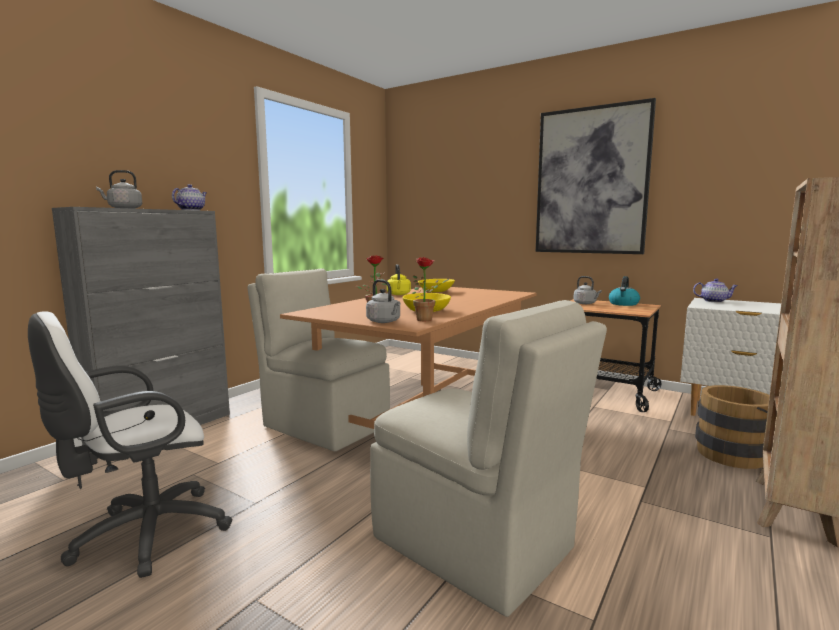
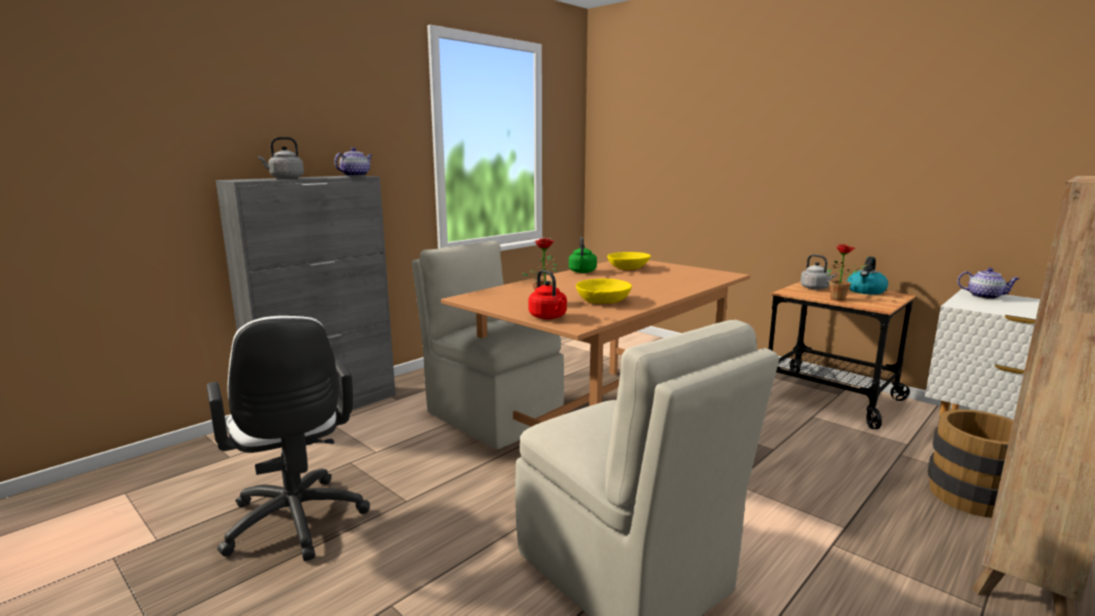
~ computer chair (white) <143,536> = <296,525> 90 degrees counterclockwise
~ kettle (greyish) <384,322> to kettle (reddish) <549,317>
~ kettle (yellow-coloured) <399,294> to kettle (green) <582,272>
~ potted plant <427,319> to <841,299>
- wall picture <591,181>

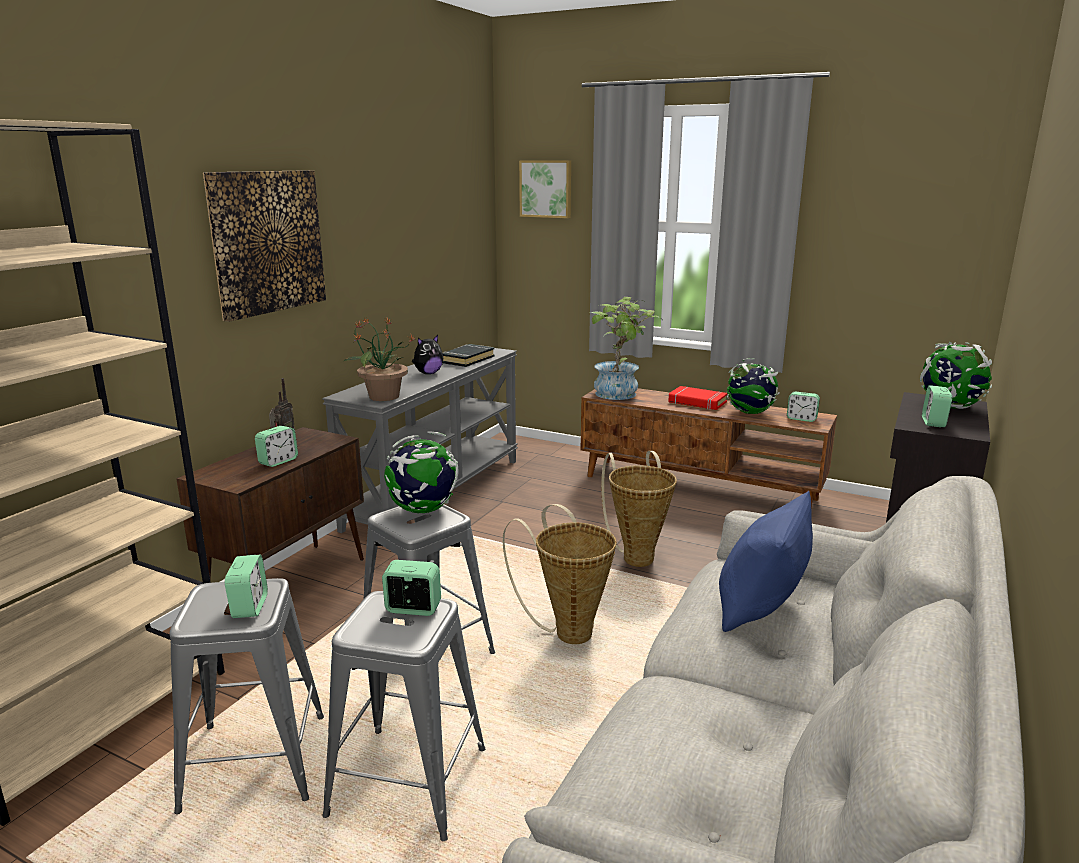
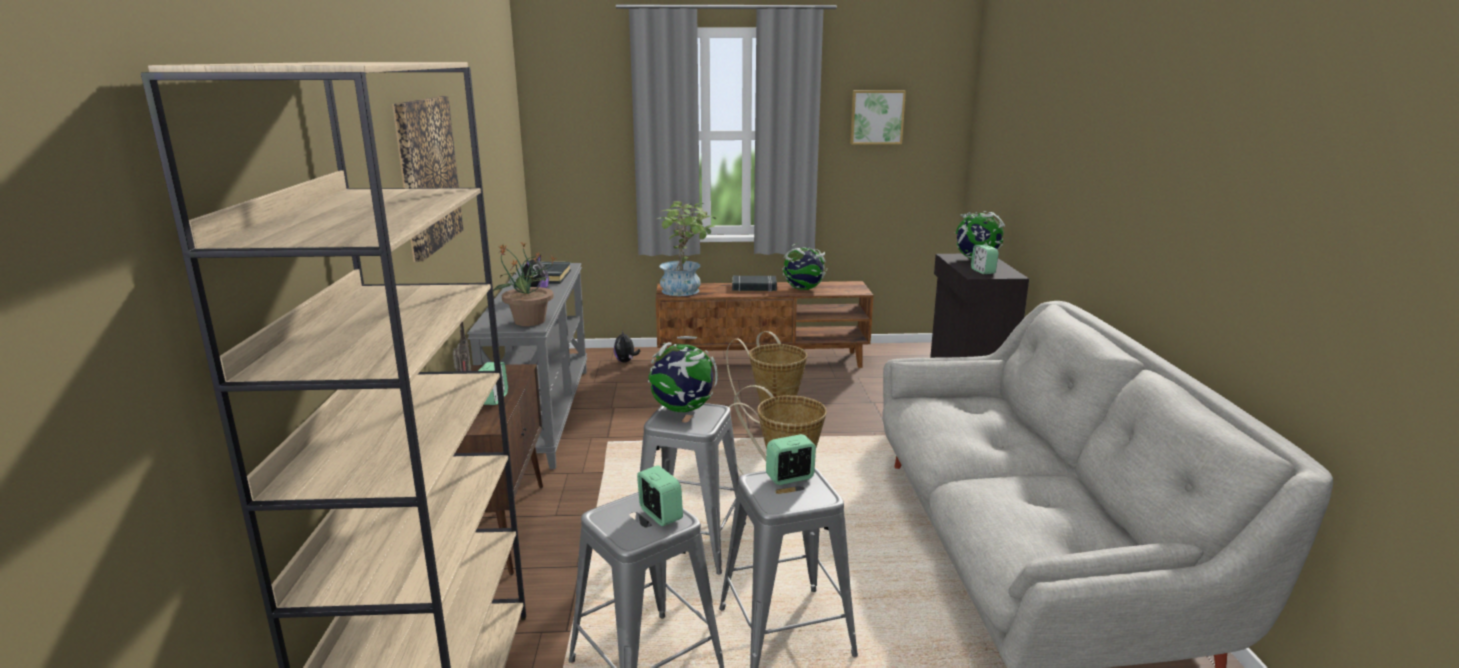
~ wall picture <546,189> to <876,117>
~ bound book (reddish) <697,402> to bound book (blackish) <754,287>
- pillow (bluish) <760,607>
- table clock <801,419>
+ soft toy <626,361>

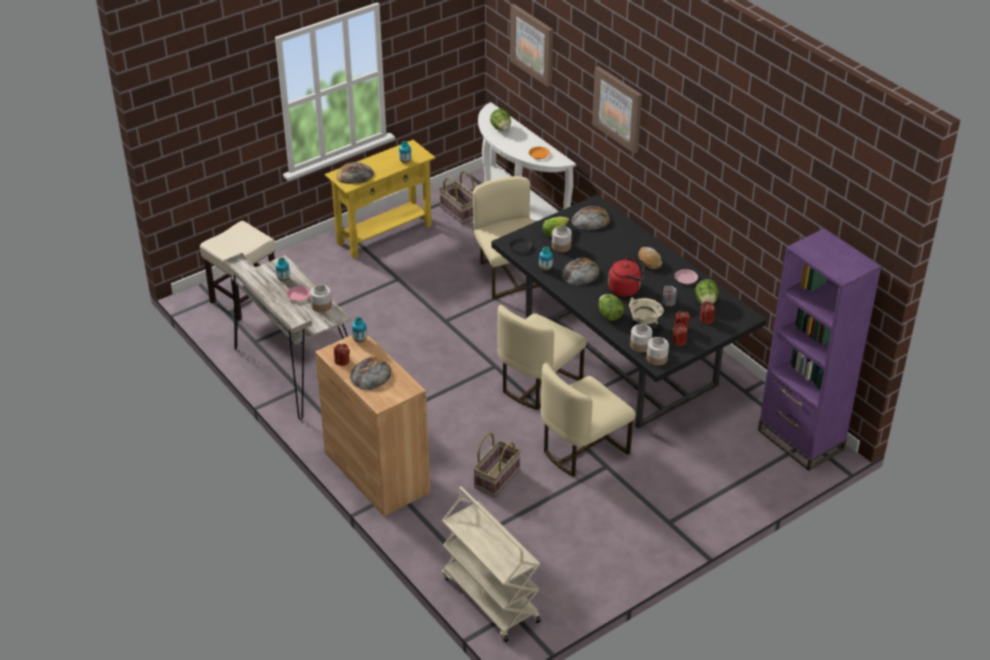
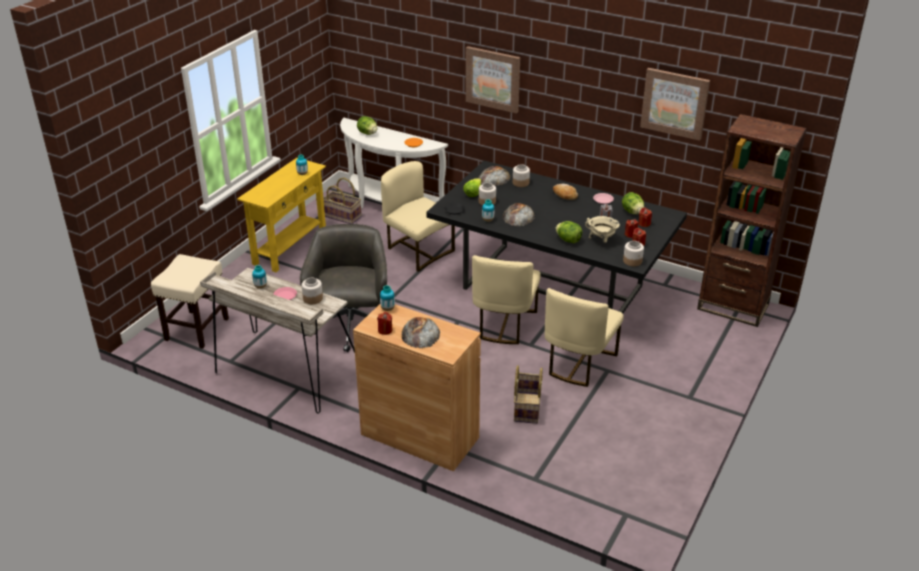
- bakery bread <354,175>
- wheeled cart (beige) <489,599>
~ wall picture <533,44> to <675,103>
- kettle (reddish) <626,289>
~ jar <640,345> to <520,183>
~ bookshelf (purple-coloured) <800,440> to bookshelf (brown) <733,307>
+ computer chair (greyish) <350,327>

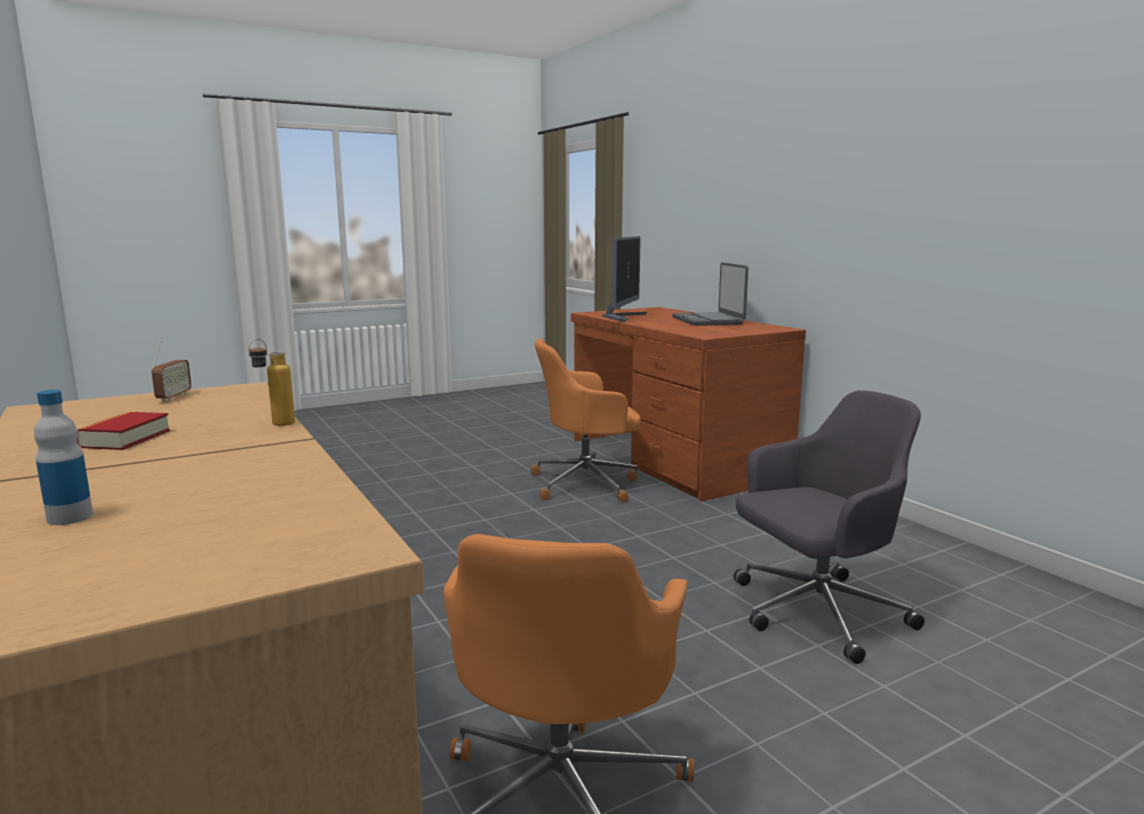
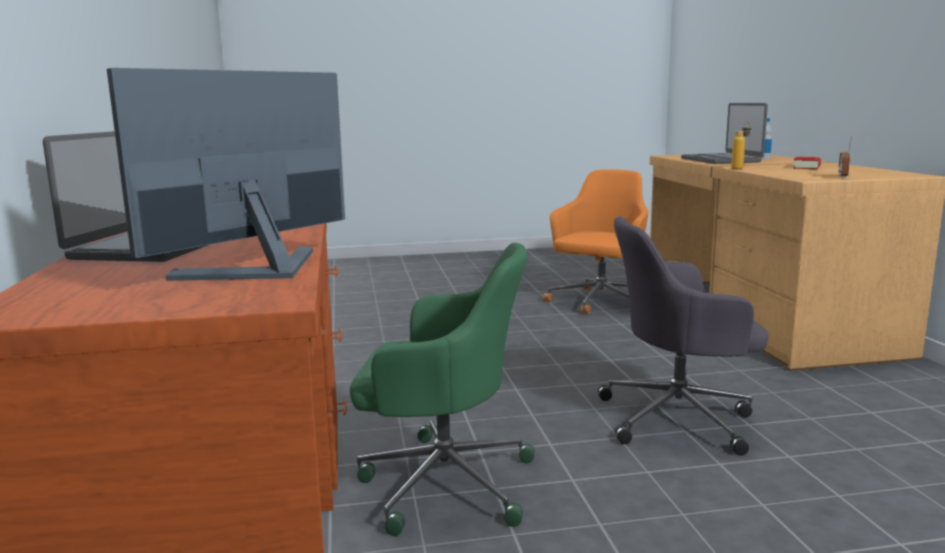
~ computer chair (orangey) <587,483> to computer chair (green) <442,482>
~ computer chair (greyish) <815,613> to <679,418>
+ notebook computer <721,160>

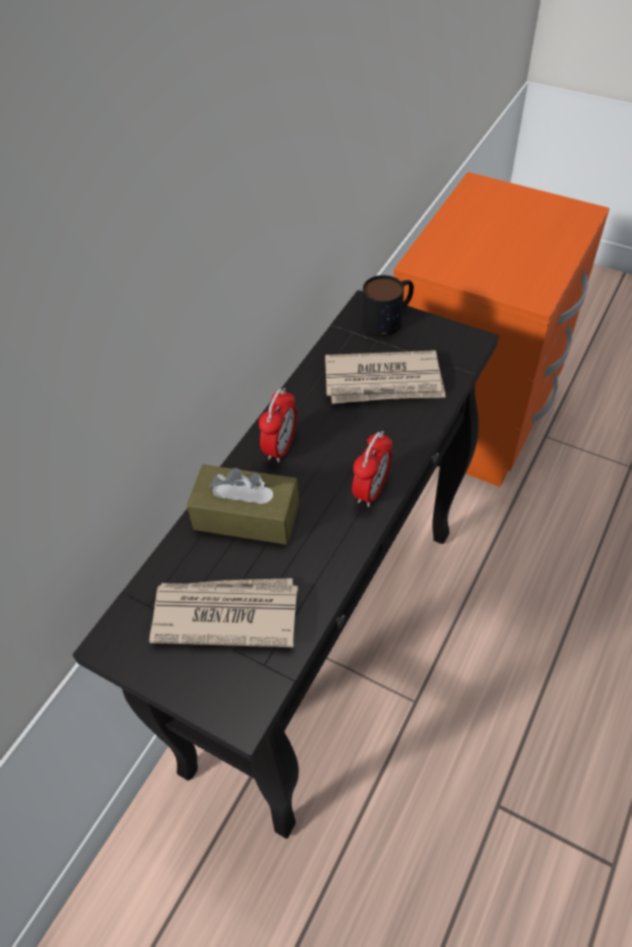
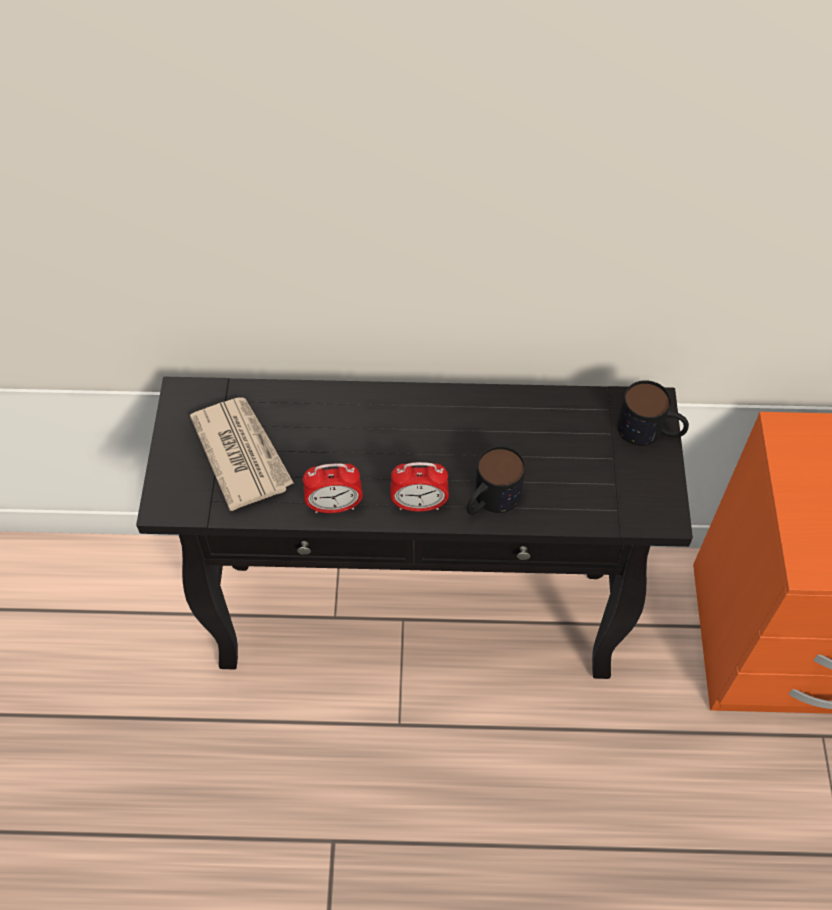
- tissue holder (brown) <246,516>
~ table clock <280,447> to <334,506>
- printed paper <384,382>
+ coffee mug <490,500>

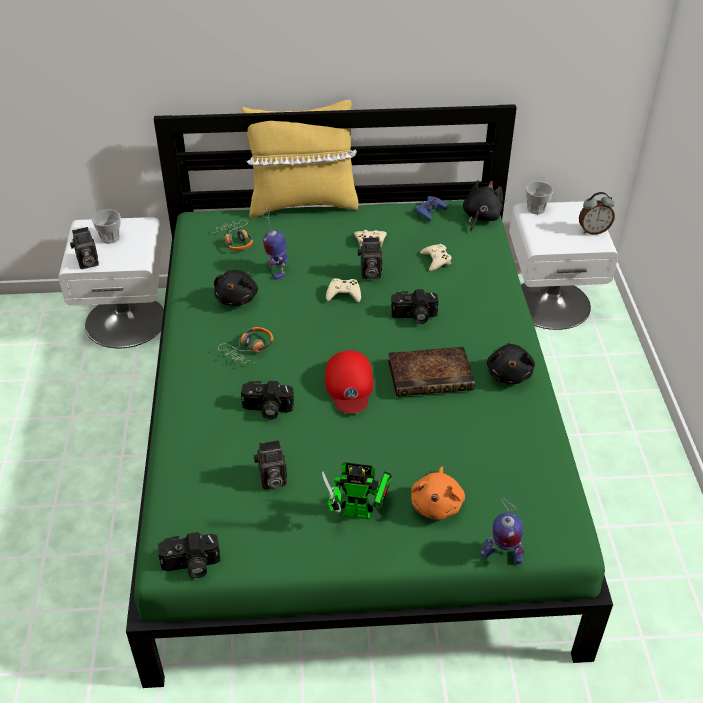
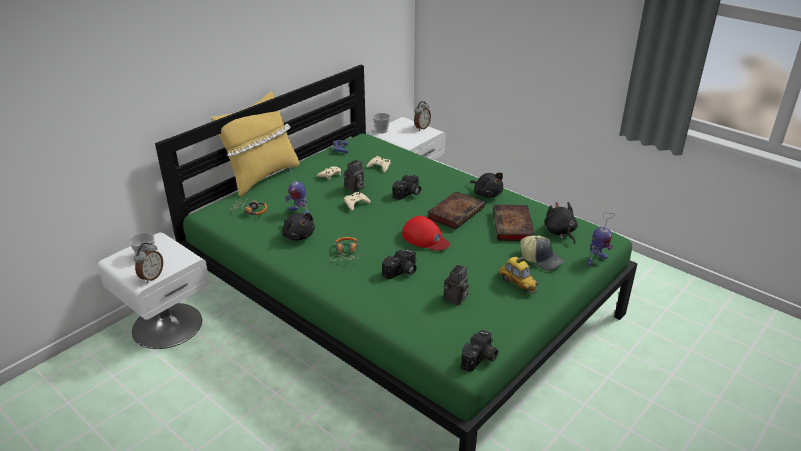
~ photo camera <87,263> to table clock <151,277>
~ model robot <361,513> to miniature car <517,284>
~ soft toy (orangey) <437,504> to baseball cap <541,259>
~ soft toy (blackish) <480,217> to <560,232>
+ bound book <513,227>

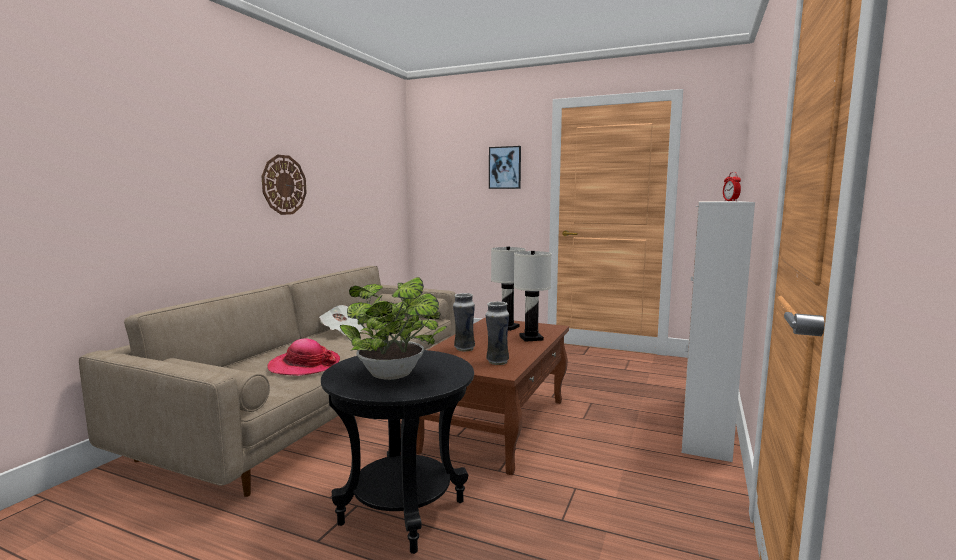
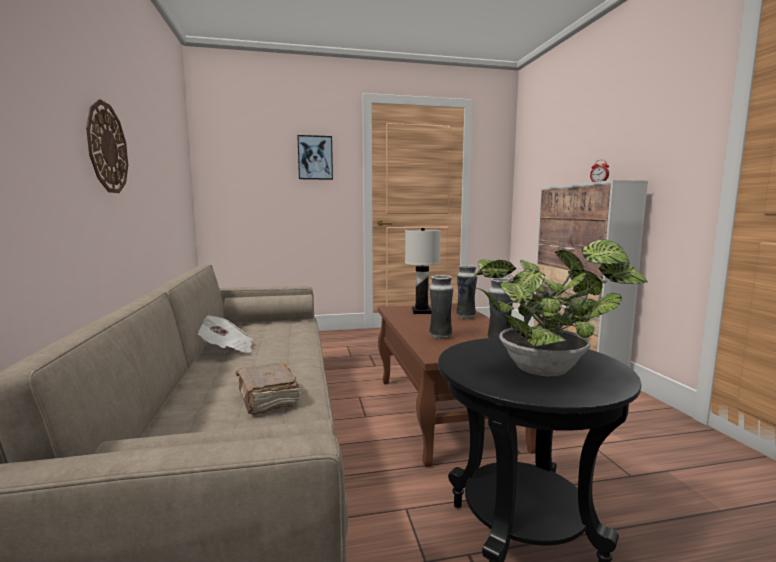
~ clothing hat <304,365> to bound book (brown) <267,399>
~ lamp for a table (white) <531,338> to vase <465,317>

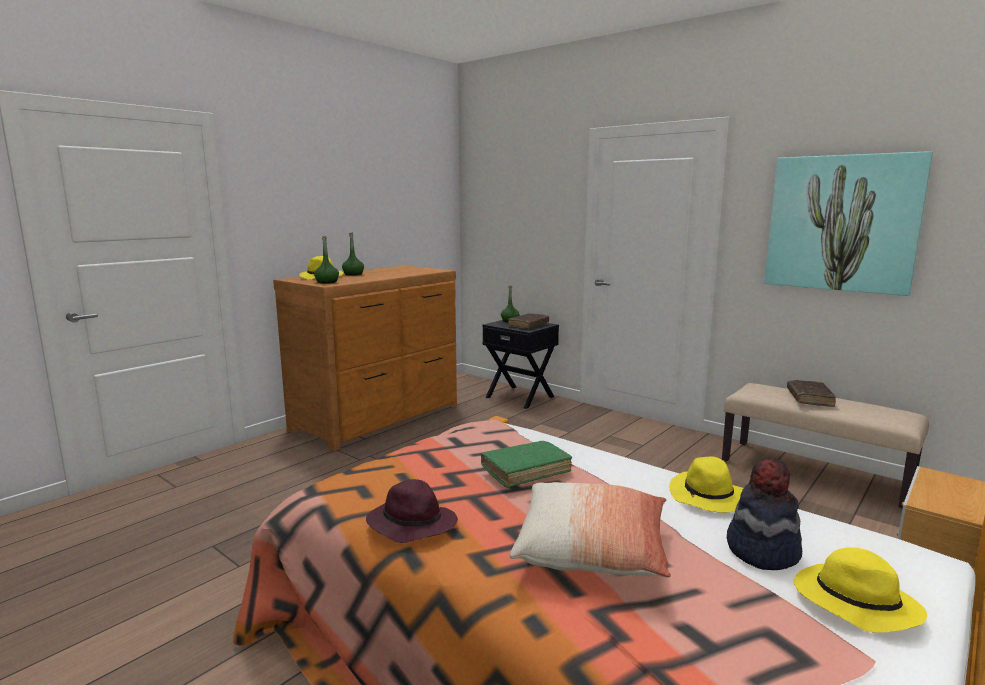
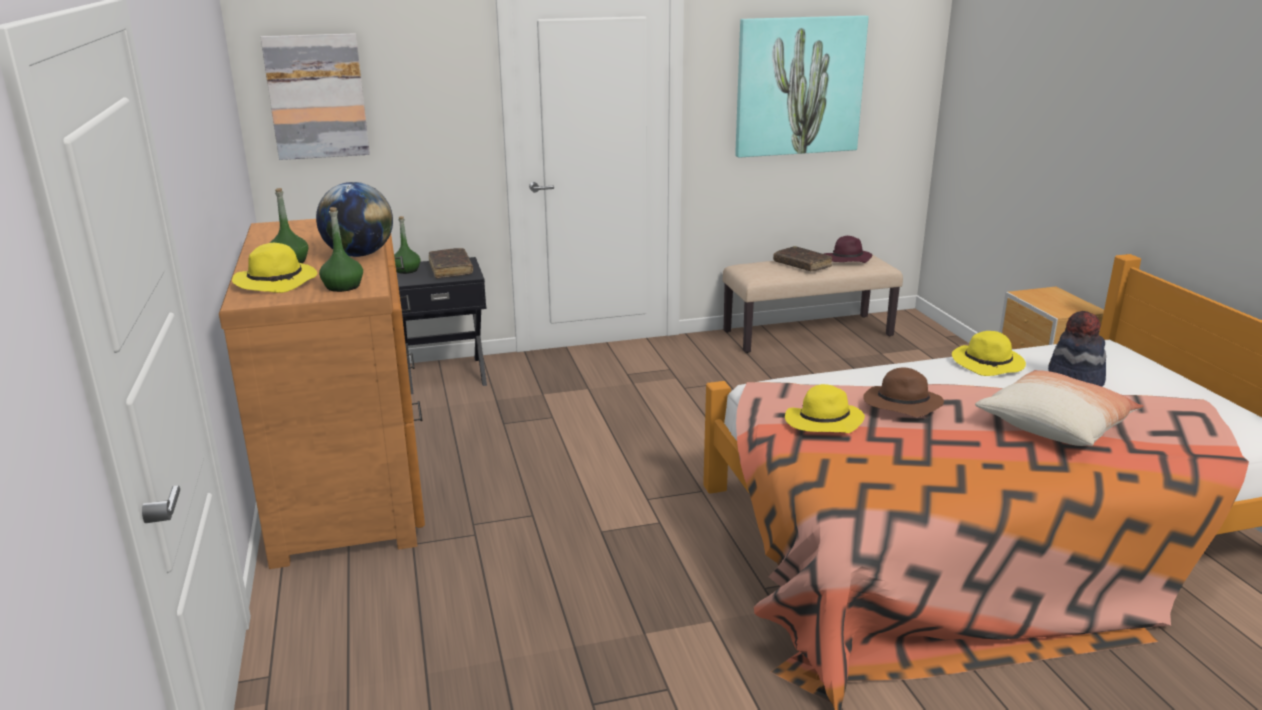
~ clothing hat (purple-coloured) <410,524> to <846,260>
~ bound book (green) <526,470> to clothing hat (brown) <901,405>
~ clothing hat (yellow-coloured) <853,603> to <823,423>
+ wall picture <317,96>
+ desk globe <359,255>

